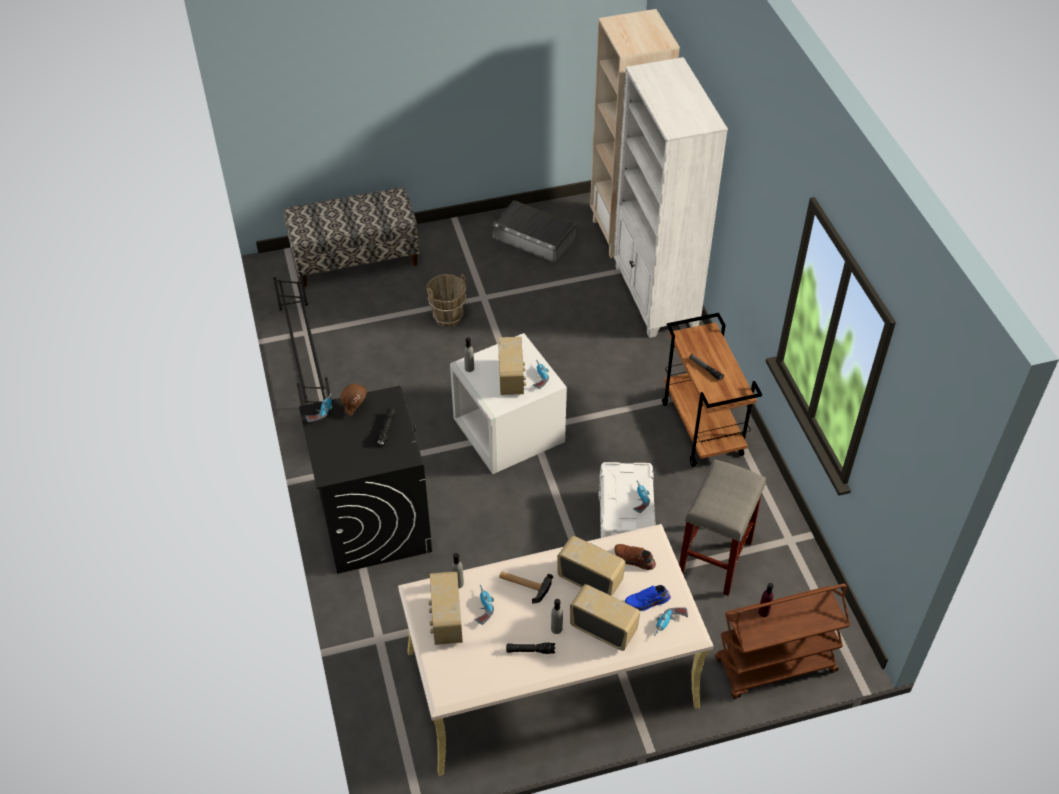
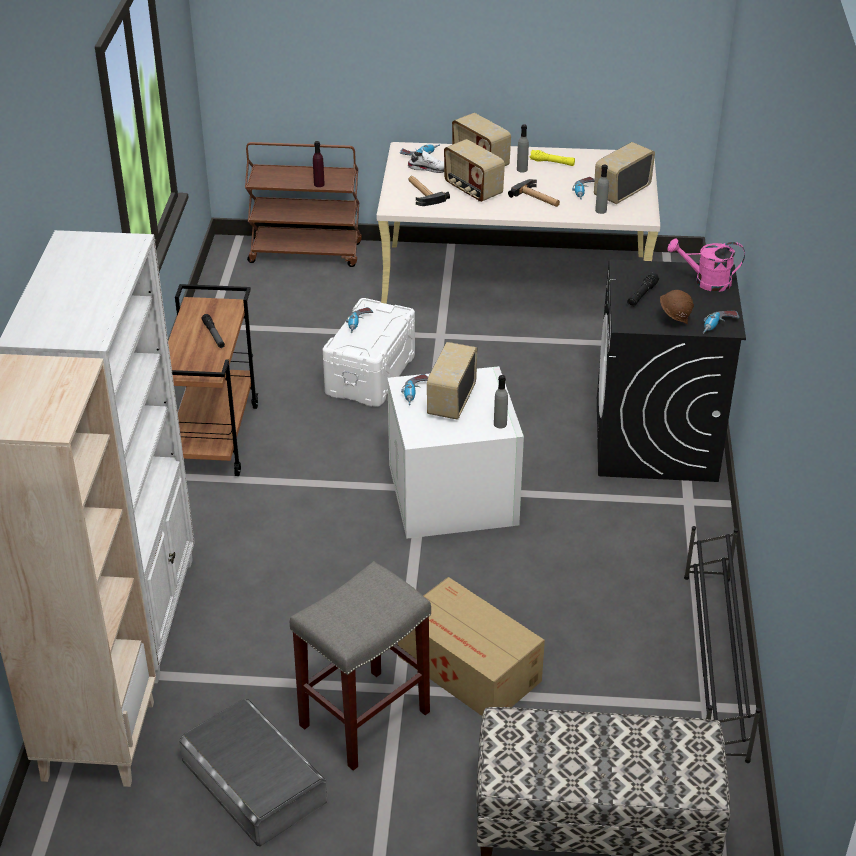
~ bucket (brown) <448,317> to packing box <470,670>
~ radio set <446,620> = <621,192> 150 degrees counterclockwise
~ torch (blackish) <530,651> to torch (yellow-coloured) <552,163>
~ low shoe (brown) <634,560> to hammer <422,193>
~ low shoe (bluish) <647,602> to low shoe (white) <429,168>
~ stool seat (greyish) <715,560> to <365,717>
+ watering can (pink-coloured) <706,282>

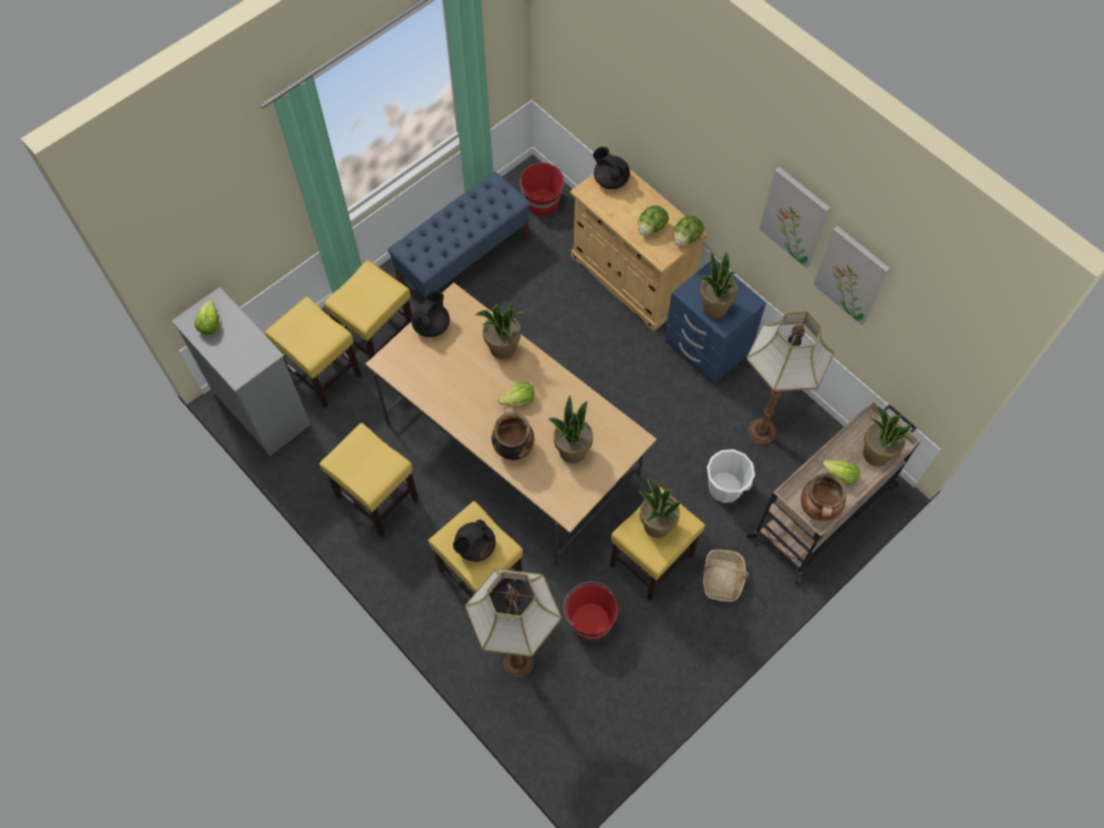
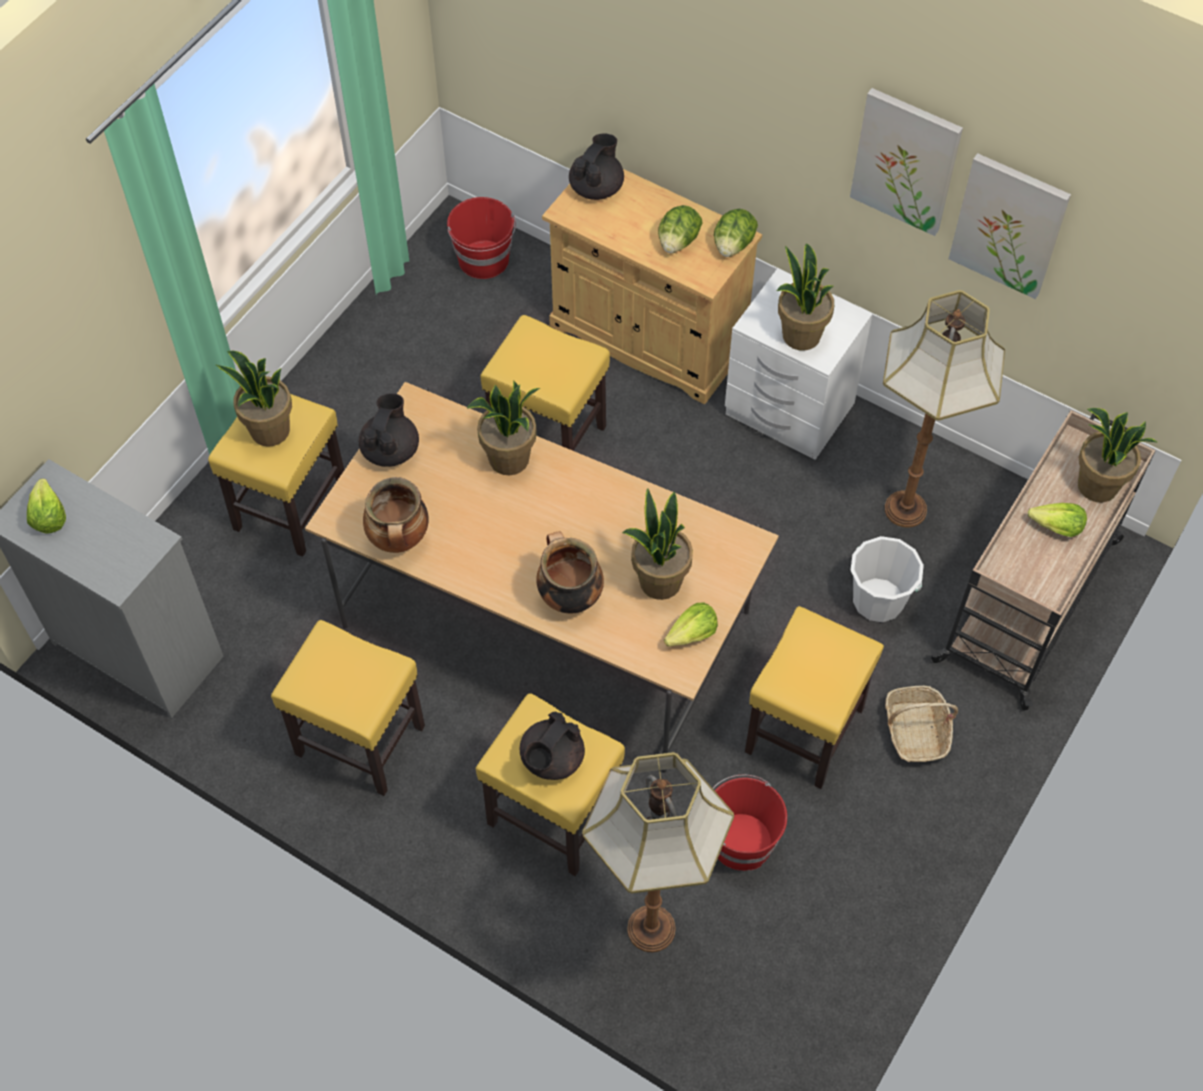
~ stool seat (yellow-coloured) <323,374> to <549,436>
- long seat (bluish) <464,259>
~ head of lettuce <518,400> to <692,634>
~ teapot (blackish) <610,179> = <597,187> 90 degrees clockwise
~ potted plant <656,525> to <269,431>
~ nightstand (bluish) <706,348> to nightstand (white) <788,411>
~ saucepot <818,509> to <399,540>

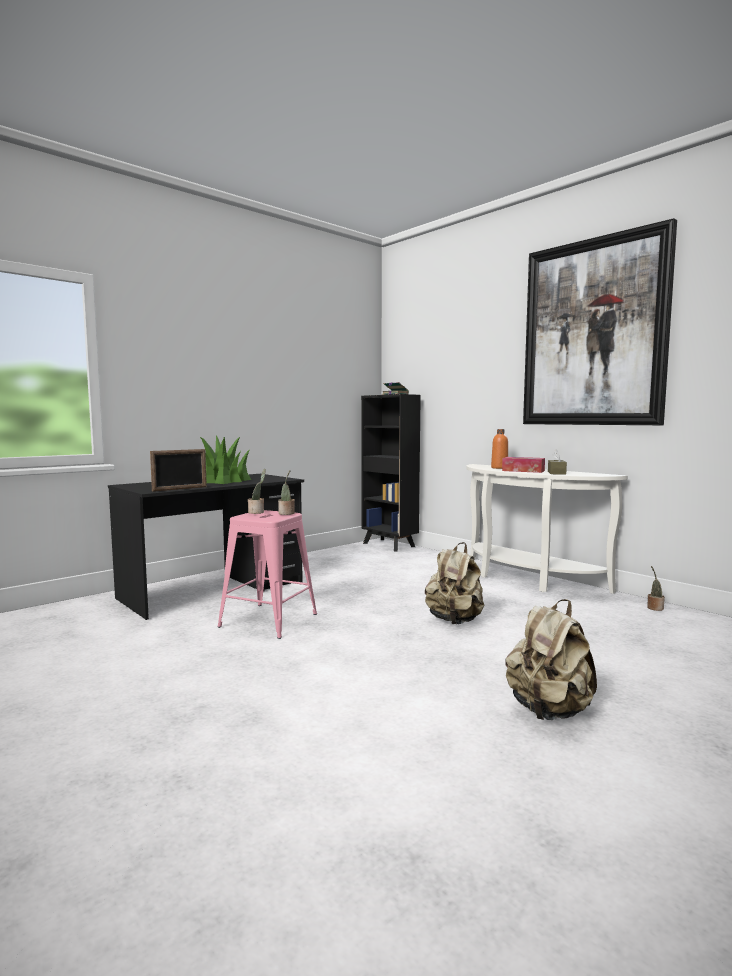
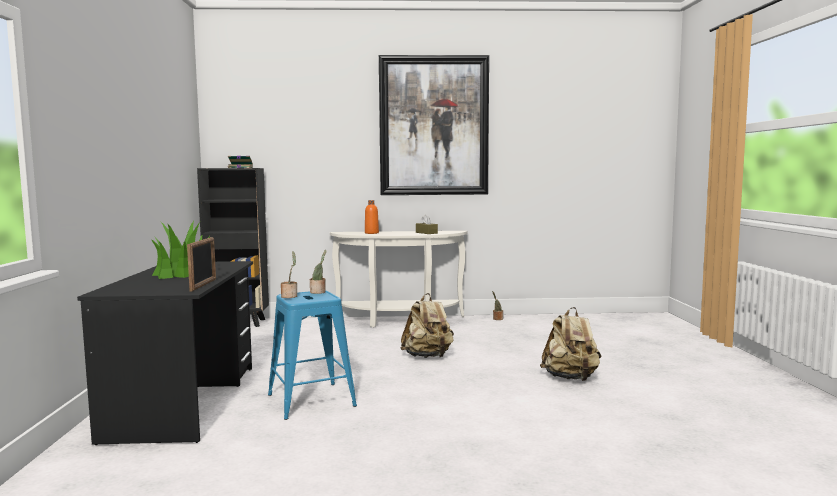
~ stool seat (pink-coloured) <268,620> to stool seat (bluish) <310,400>
- tissue holder <523,471>

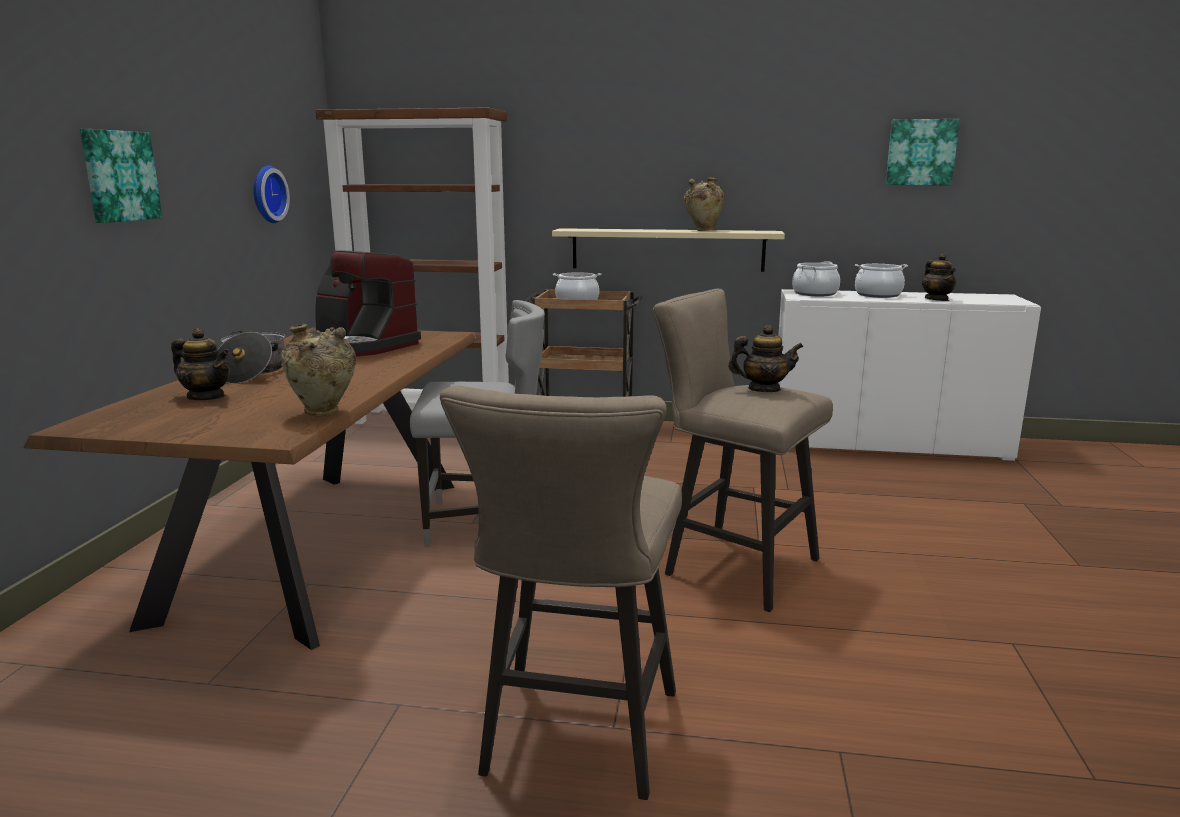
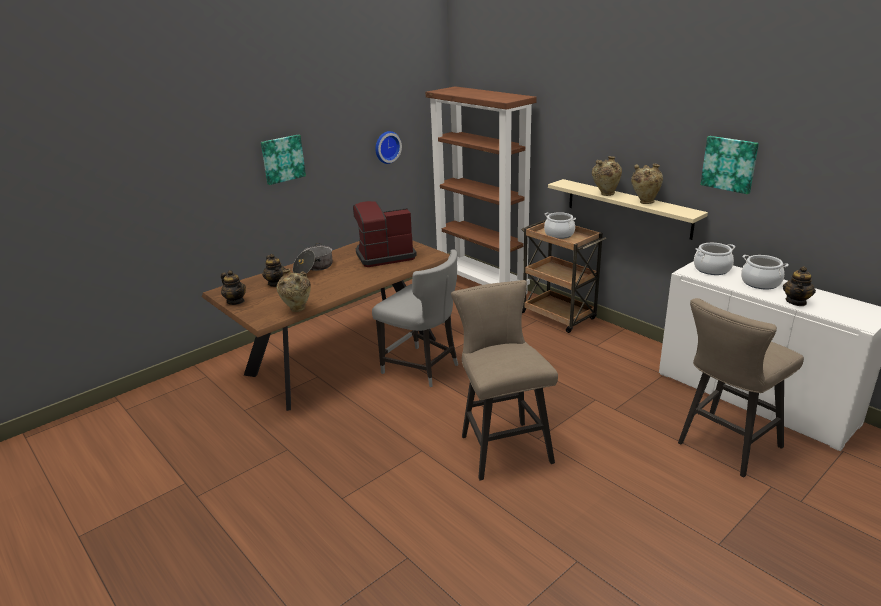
~ coffee machine <361,345> = <384,255> 90 degrees clockwise
~ stool seat (beige) <575,741> to <724,447>
~ teapot <763,389> to <235,301>
~ wall picture <921,152> to <729,164>
+ vase (beige) <605,194>

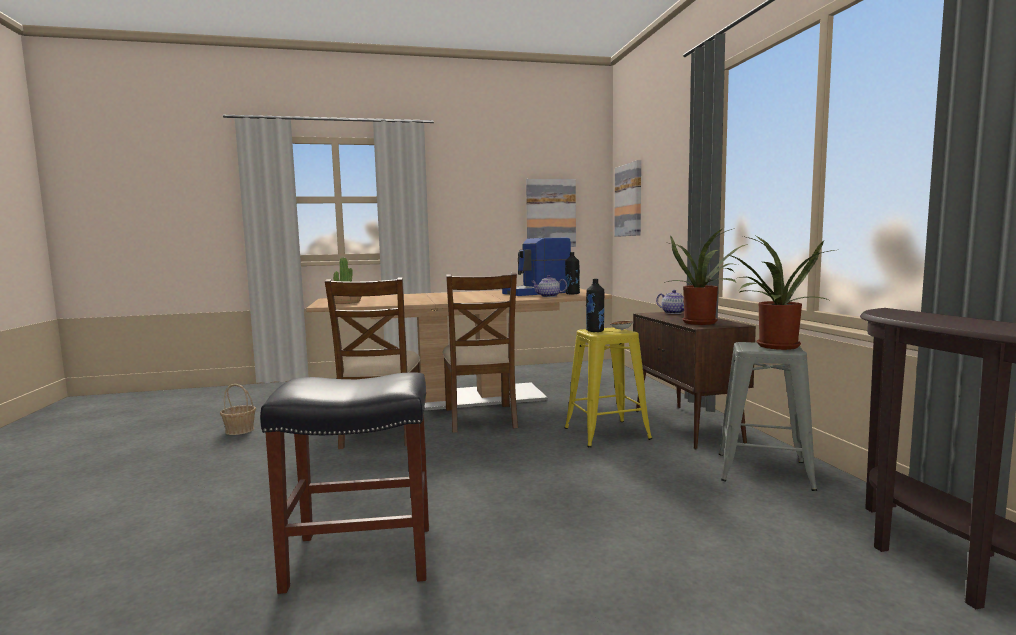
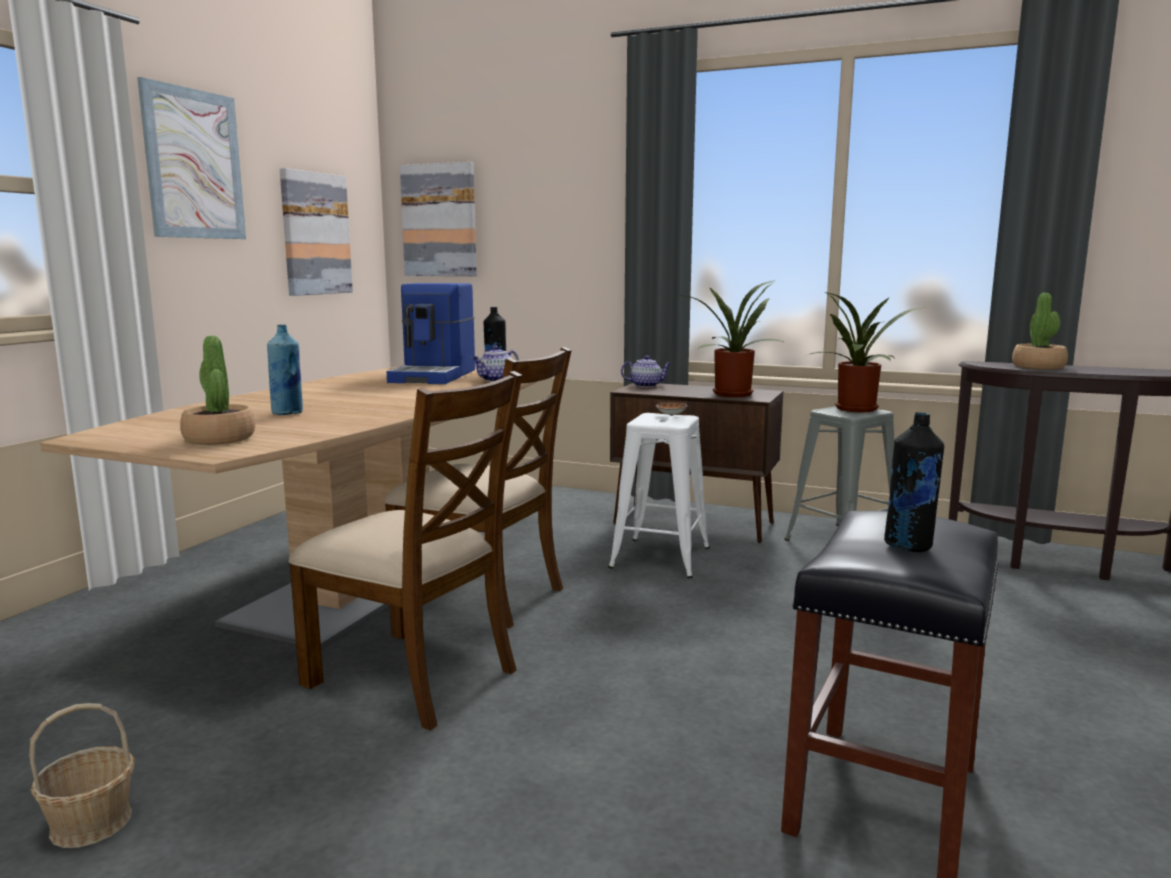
~ stool seat (yellow-coloured) <606,433> to stool seat (white) <660,557>
~ beverage bottle (blackish) <595,331> to <909,546>
+ wall picture <194,164>
+ beverage bottle (bluish) <288,413>
+ potted plant <1038,367>

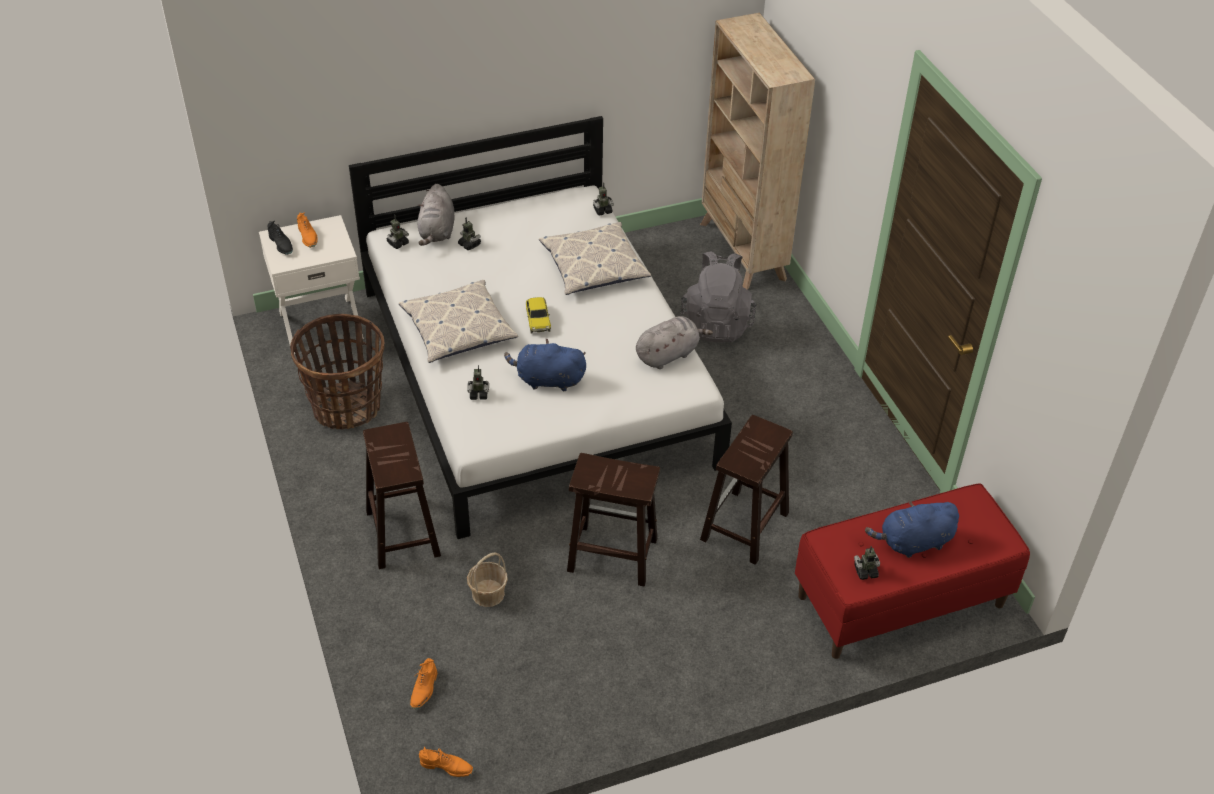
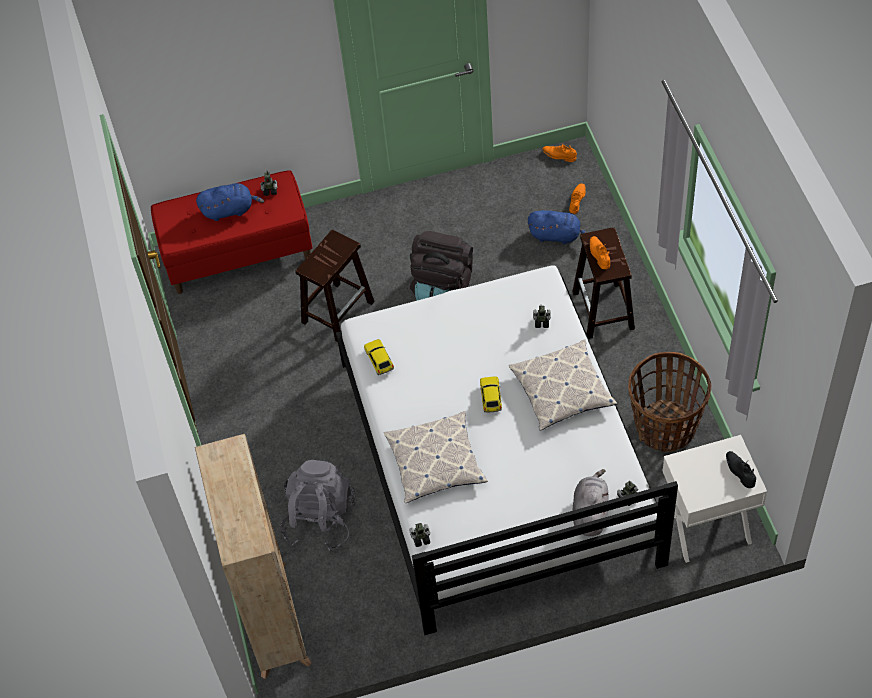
~ low shoe (orangey) <308,237> to <599,254>
- model robot <469,244>
- basket <488,593>
~ soft toy (bluish) <547,380> to <557,235>
~ stool seat (brown) <611,555> to knapsack (blackish) <443,291>
~ soft toy (greyish) <668,354> to miniature car <379,360>

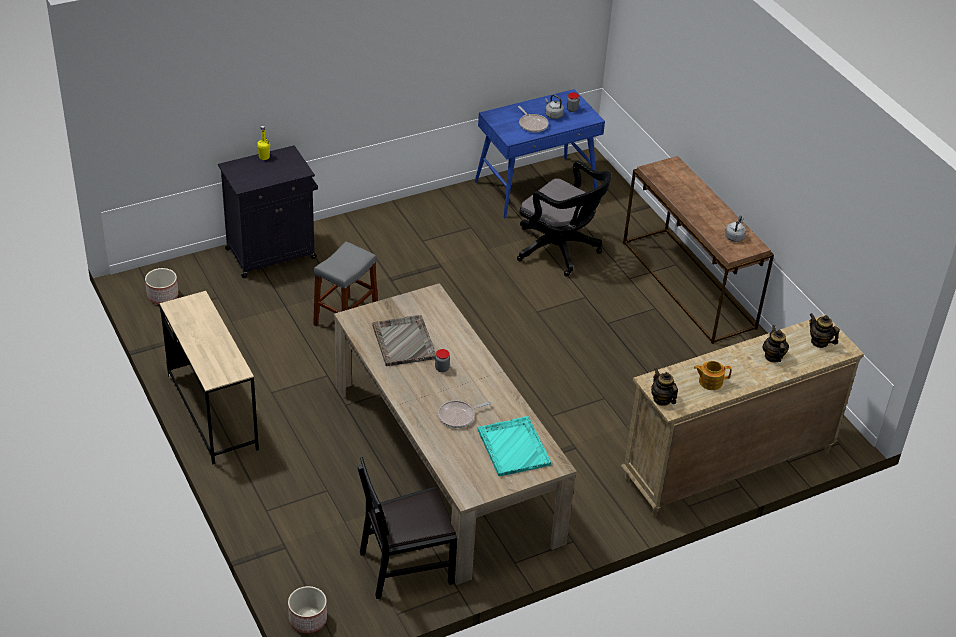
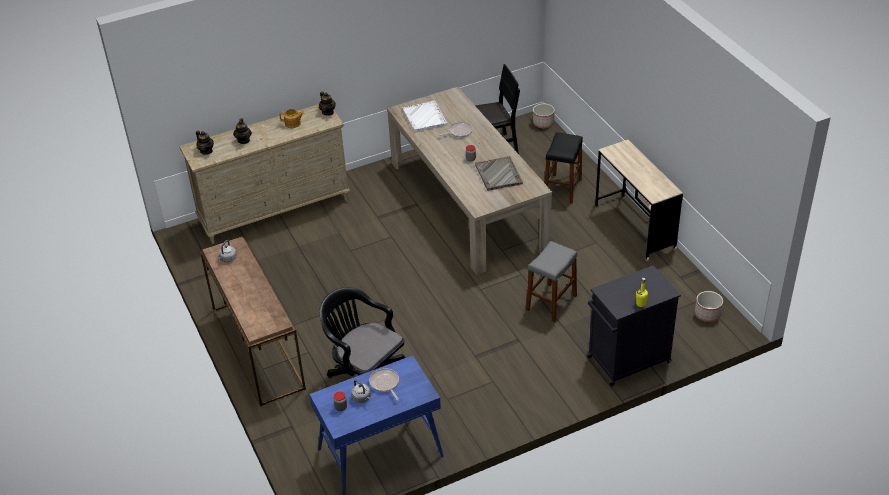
~ carrying tray (blue-green) <513,447> to carrying tray (white) <424,117>
+ stool seat (blackish) <562,189>

